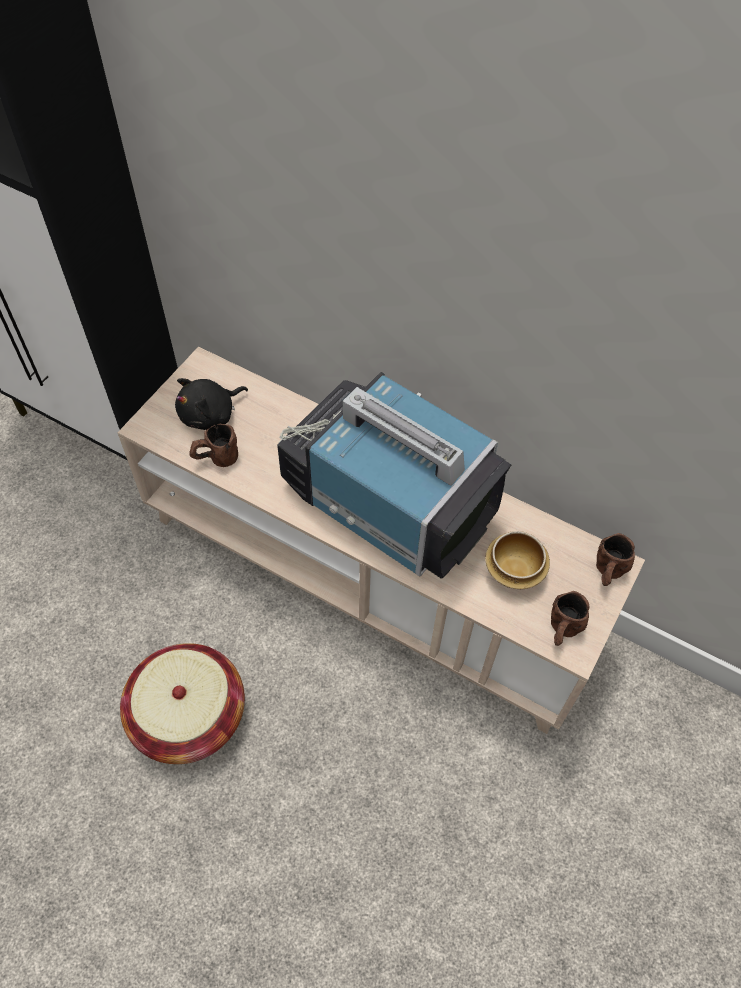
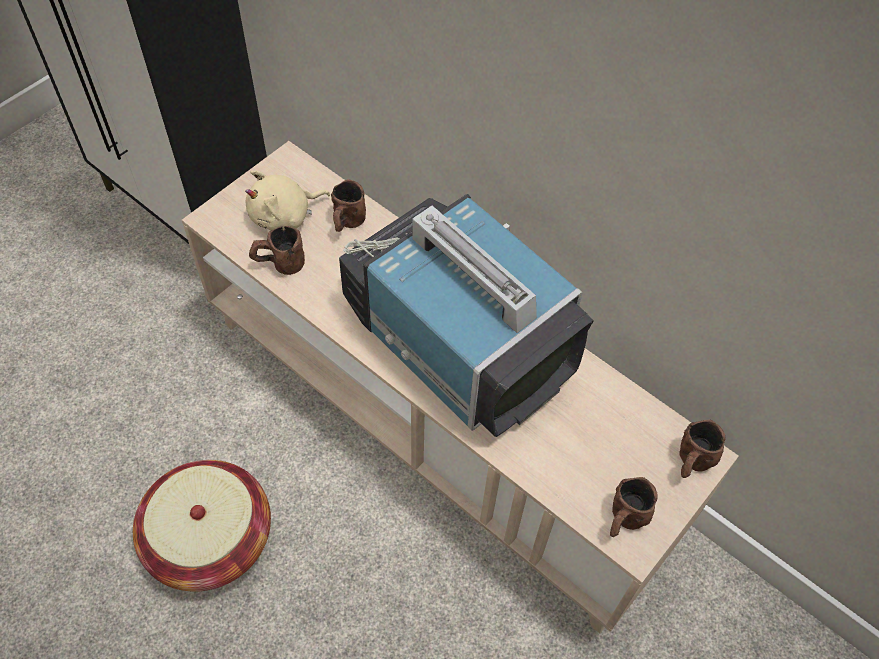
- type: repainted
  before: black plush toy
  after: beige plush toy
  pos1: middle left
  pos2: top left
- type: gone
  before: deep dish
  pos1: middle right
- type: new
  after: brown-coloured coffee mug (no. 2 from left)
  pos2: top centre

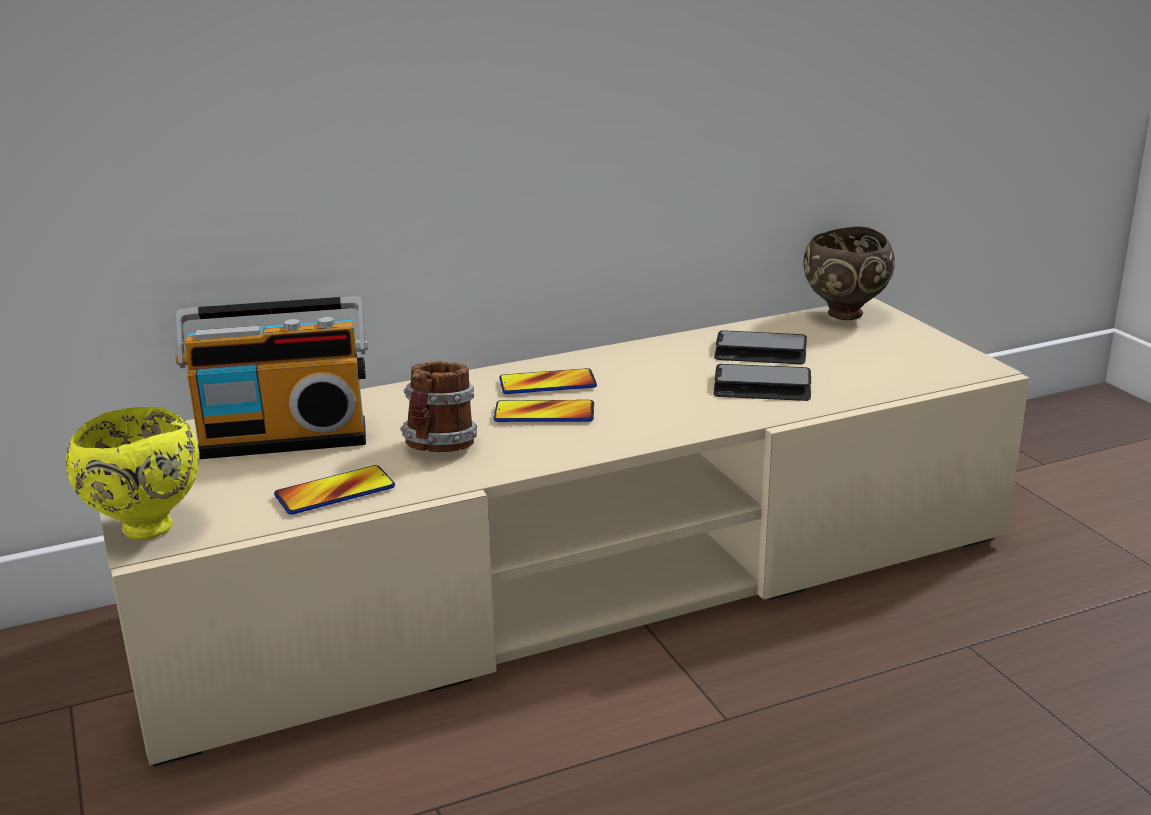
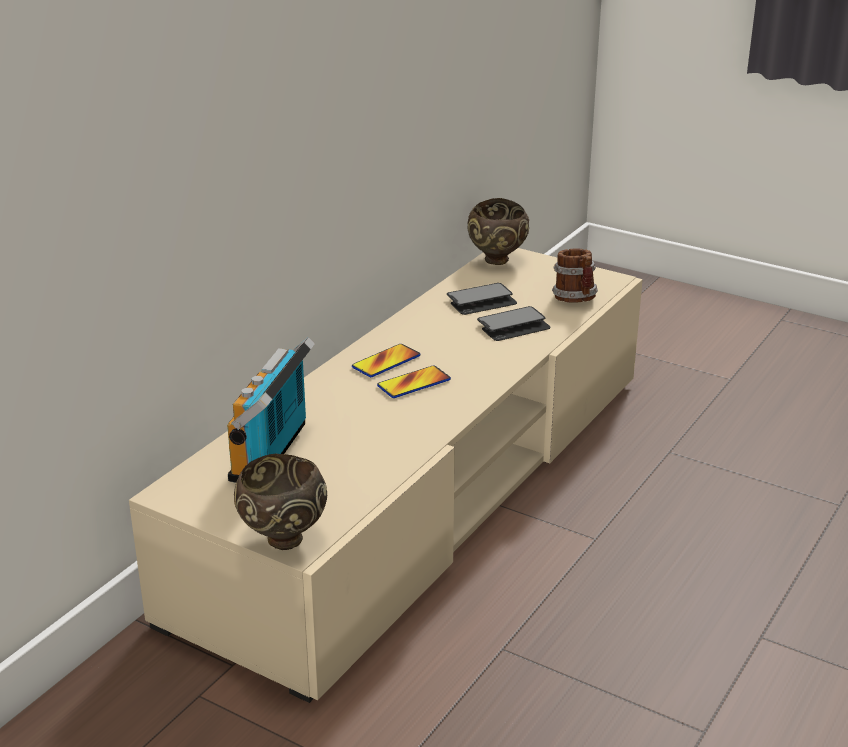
- type: rotated
  before: radio set
  pos1: middle left
  pos2: middle left
  turn: 150
- type: shifted
  before: coffee mug
  pos1: centre
  pos2: middle right
- type: repainted
  before: yellow deep dish
  after: brown-coloured deep dish (no. 1 from left)
  pos1: middle left
  pos2: bottom left
- type: gone
  before: phone (no. 1 from left)
  pos1: middle left

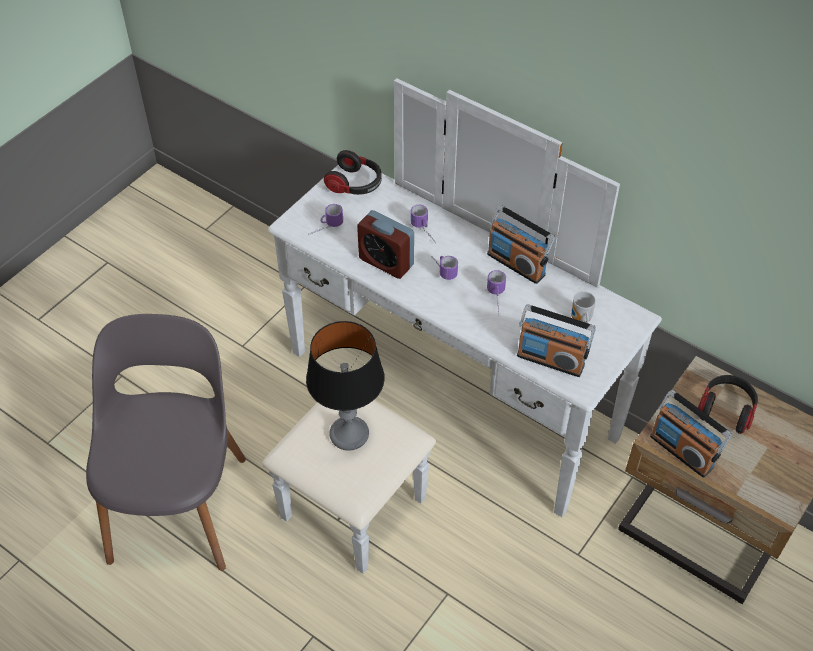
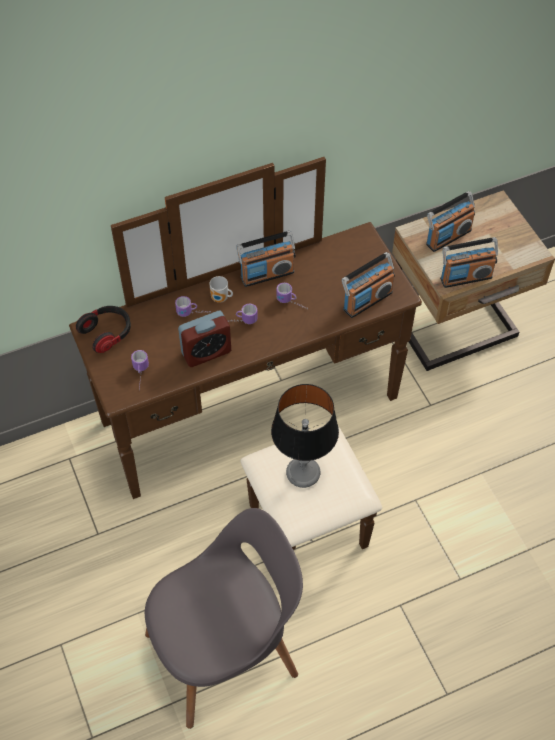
- type: repainted
  before: whitish drawer chest
  after: brown-coloured drawer chest
  pos1: centre
  pos2: centre
- type: shifted
  before: coffee mug (no. 5 from left in the first image)
  after: coffee mug (no. 3 from left)
  pos1: middle right
  pos2: centre
- type: rotated
  before: greyish plain chair
  pos1: bottom left
  pos2: bottom centre
  turn: 120
- type: swapped
  before: headphones (no. 2 from left)
  after: radio set (no. 3 from left)
  pos1: middle right
  pos2: top right

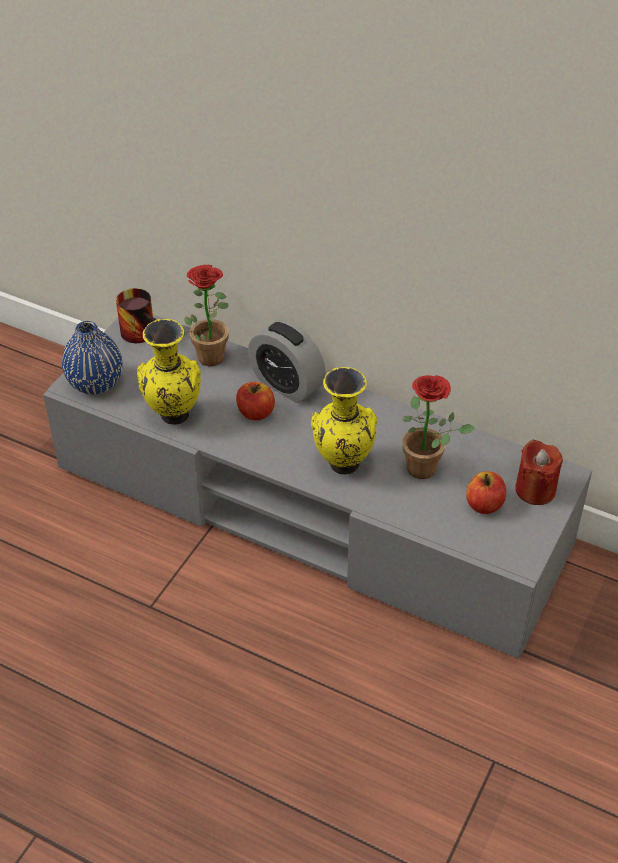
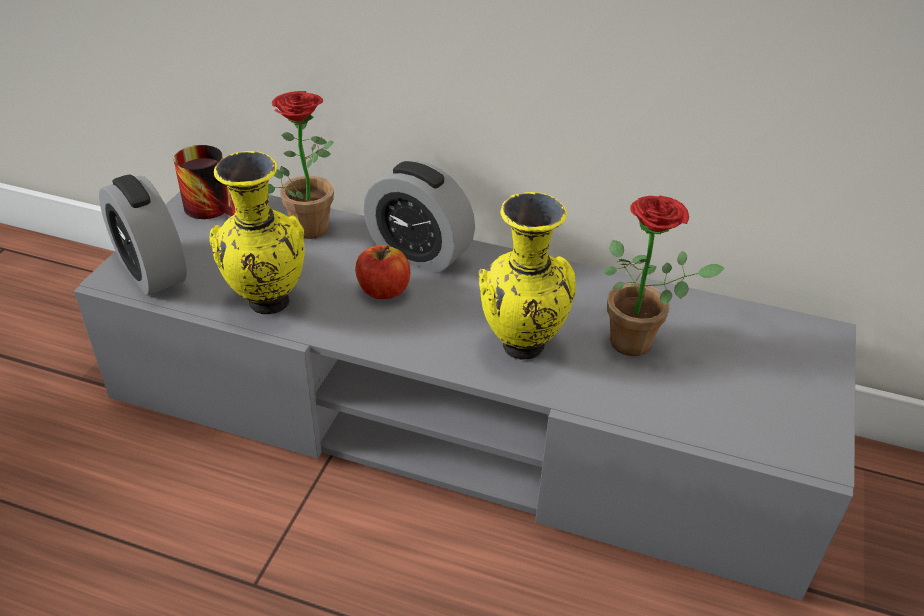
- type: swapped
  before: blue decorative vase
  after: bedside clock (no. 1 from left)
  pos1: middle left
  pos2: middle left
- type: gone
  before: reddish candle
  pos1: middle right
- type: gone
  before: whole apple (no. 2 from left)
  pos1: middle right

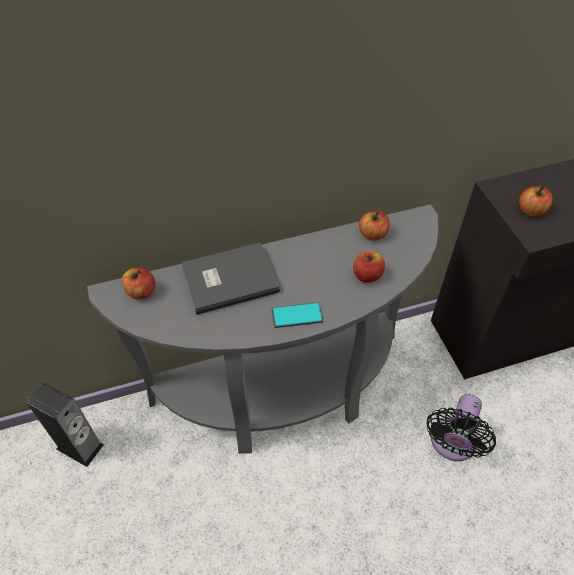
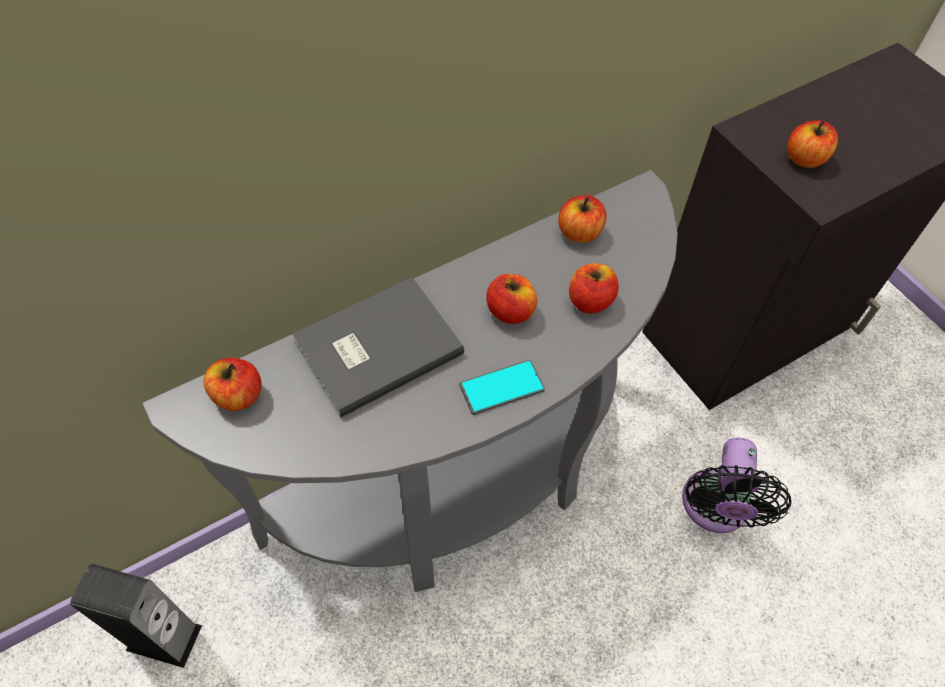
- type: new
  after: whole apple (no. 2 from left)
  pos2: centre

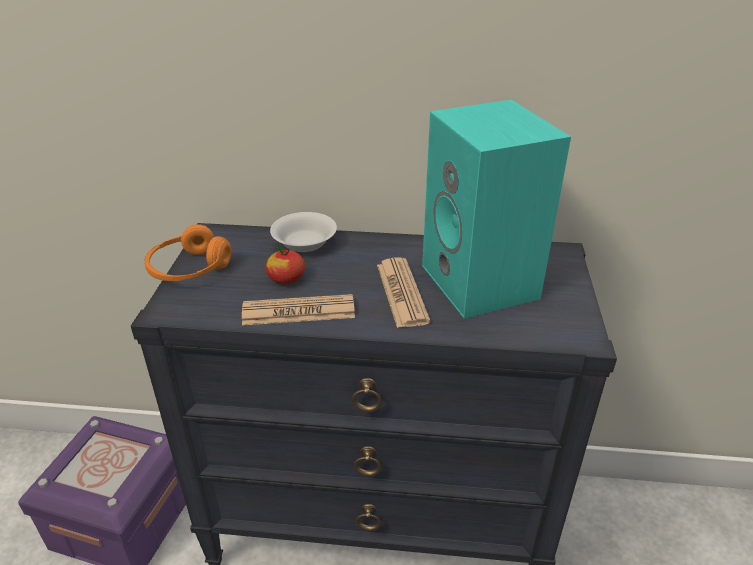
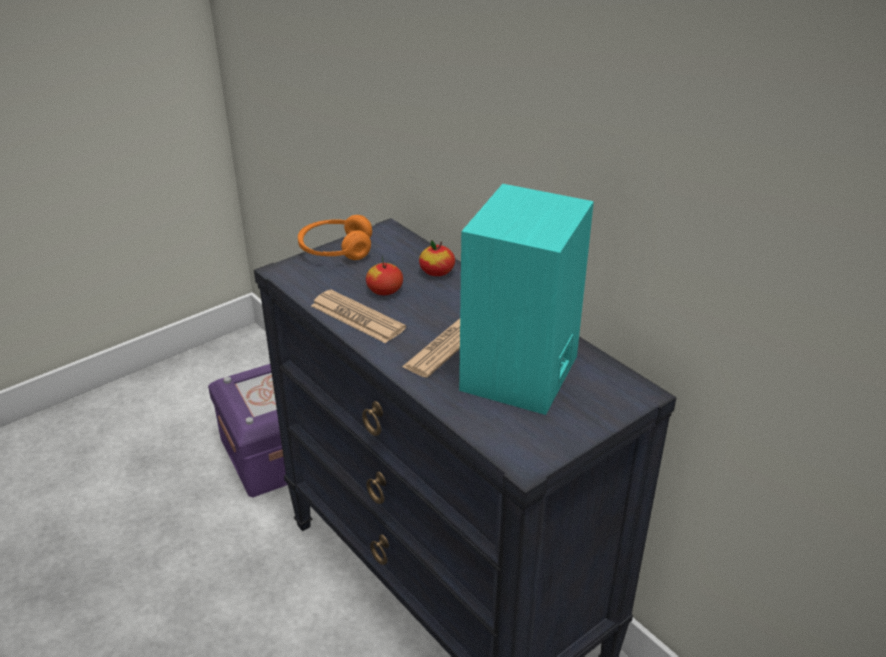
- type: swapped
  before: whitish deep dish
  after: whole apple (no. 2 from left)
  pos1: centre
  pos2: centre

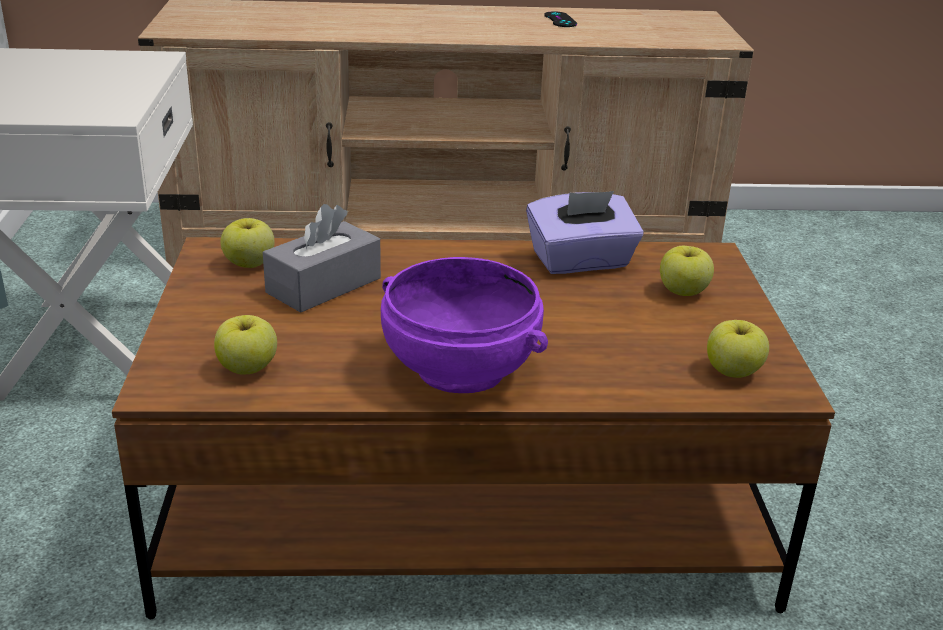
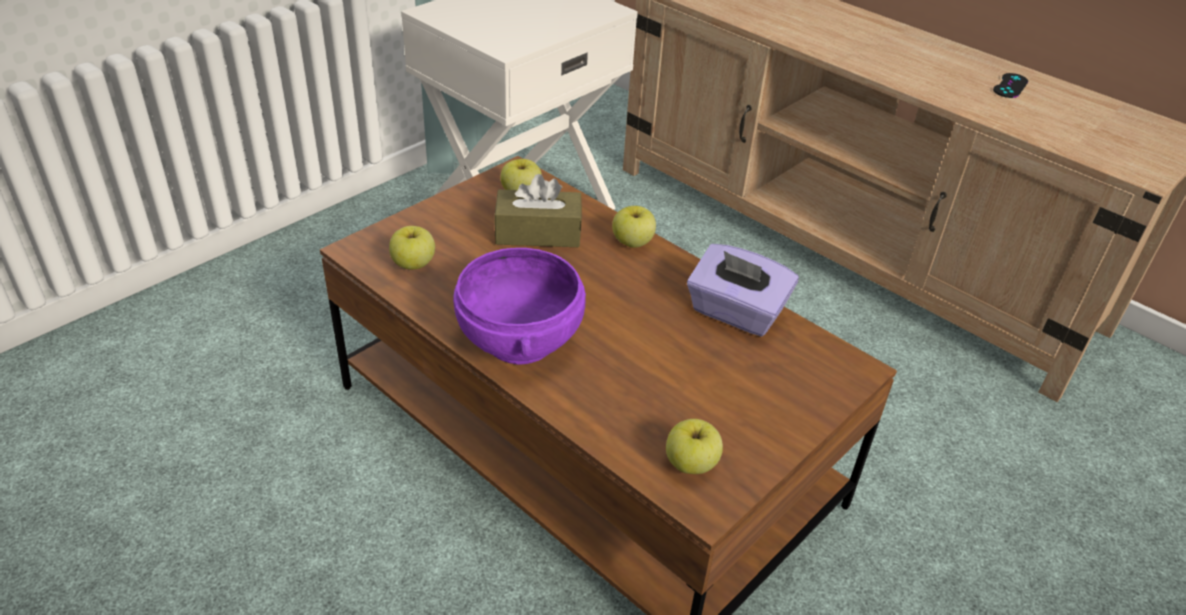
- type: repainted
  before: greyish box of tissues
  after: brown-coloured box of tissues
  pos1: centre
  pos2: centre
- type: shifted
  before: whole apple (no. 3 from left)
  pos1: middle right
  pos2: centre

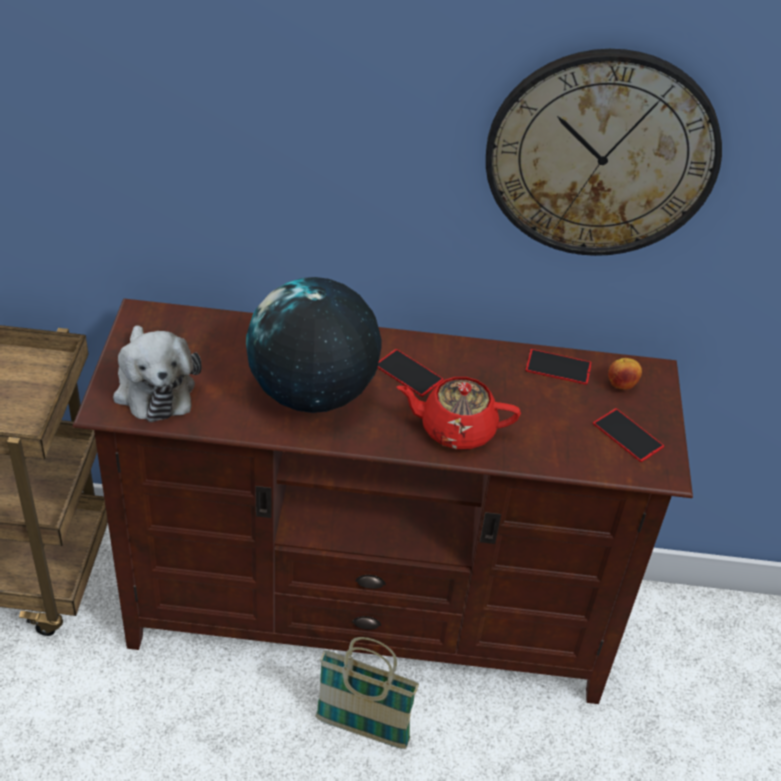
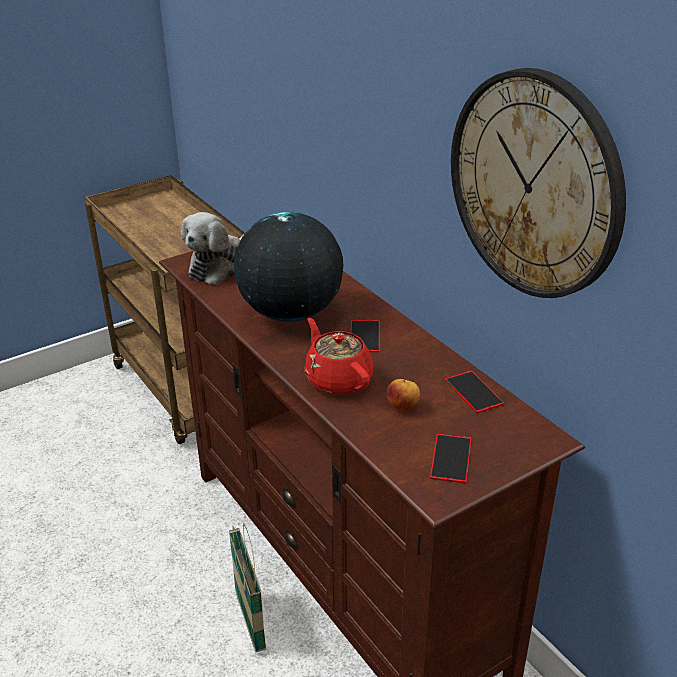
- type: shifted
  before: whole apple
  pos1: middle right
  pos2: centre

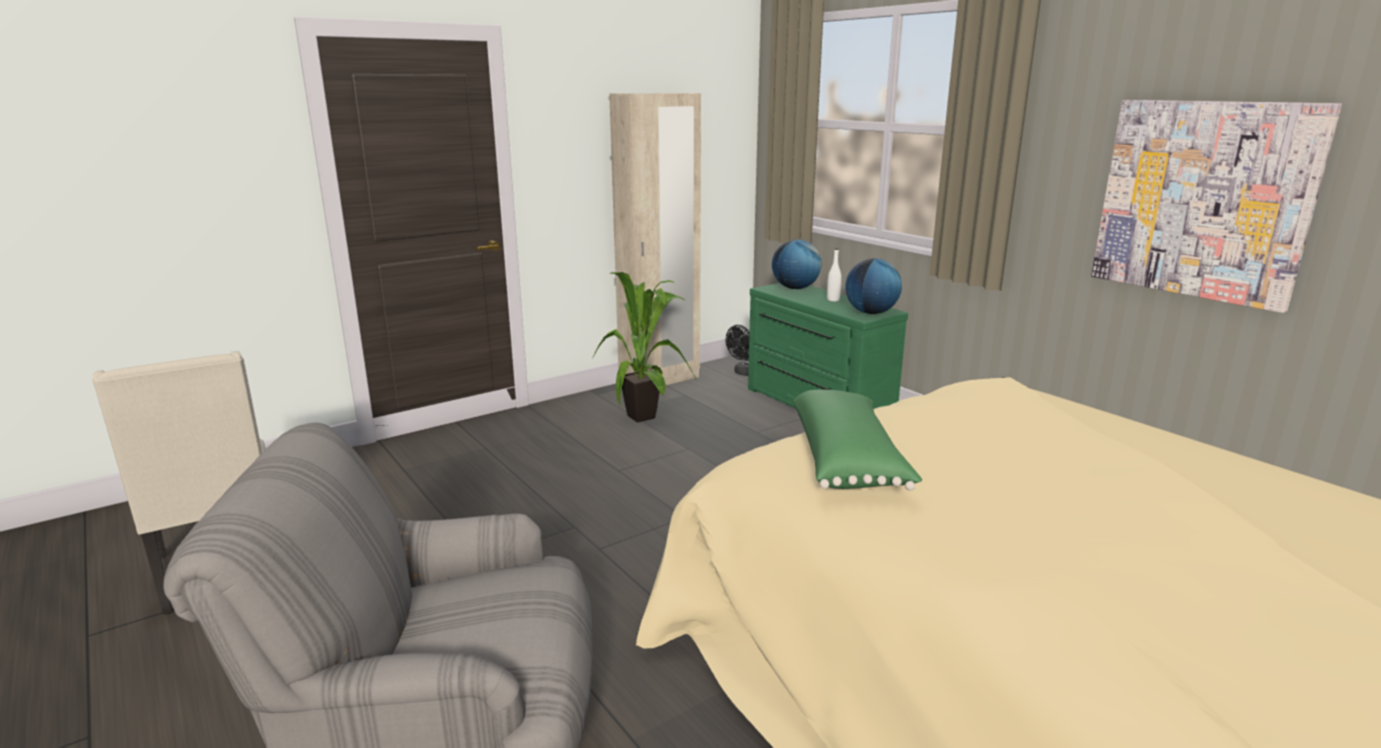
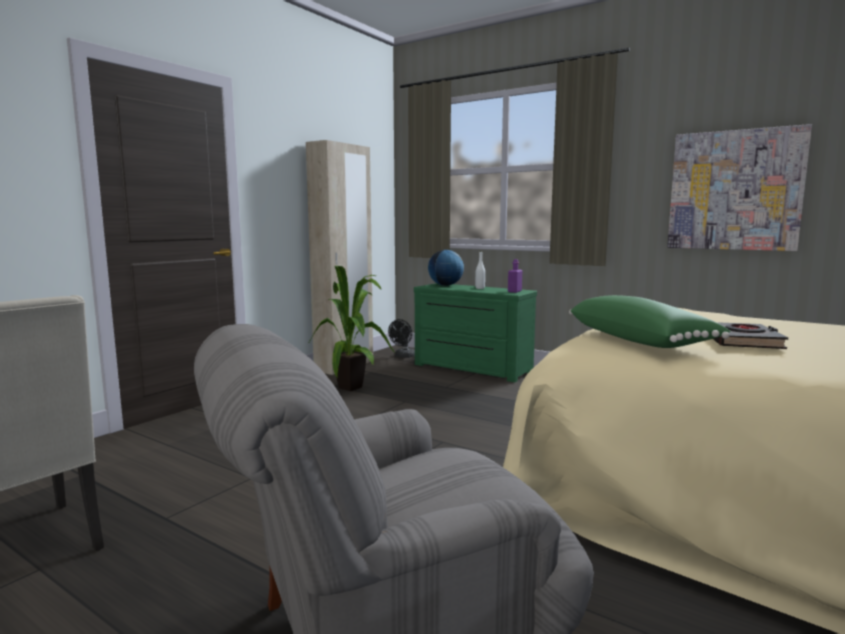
- type: swapped
  before: globe (no. 2 from left)
  after: purple bottle
  pos1: centre
  pos2: centre
- type: new
  after: black volume
  pos2: middle right

